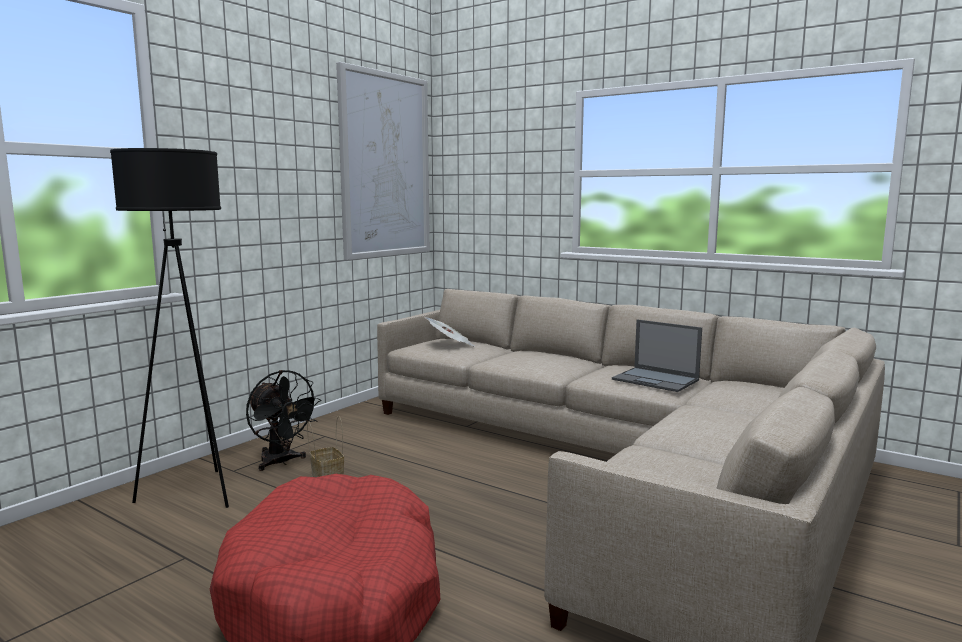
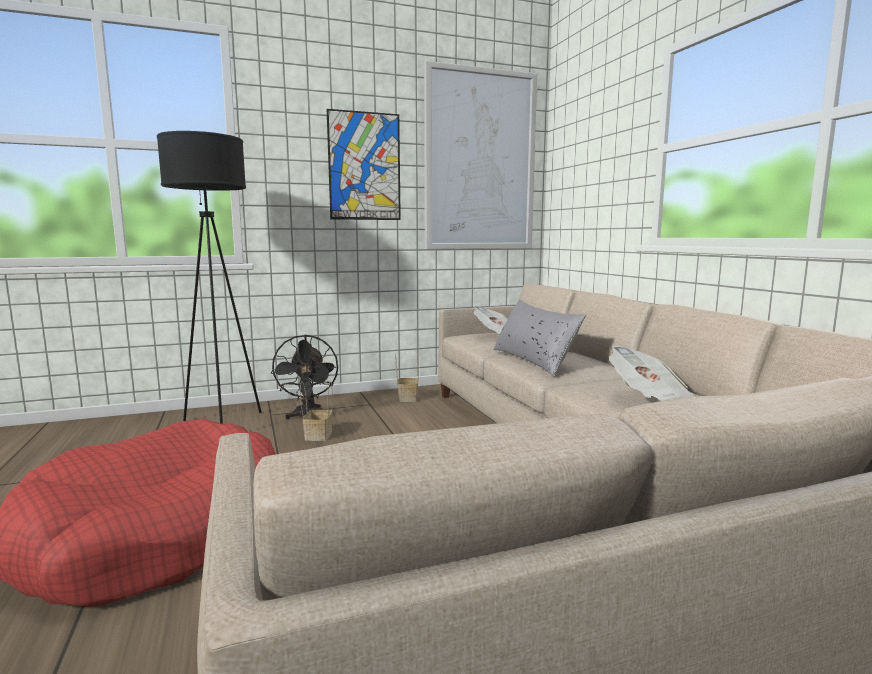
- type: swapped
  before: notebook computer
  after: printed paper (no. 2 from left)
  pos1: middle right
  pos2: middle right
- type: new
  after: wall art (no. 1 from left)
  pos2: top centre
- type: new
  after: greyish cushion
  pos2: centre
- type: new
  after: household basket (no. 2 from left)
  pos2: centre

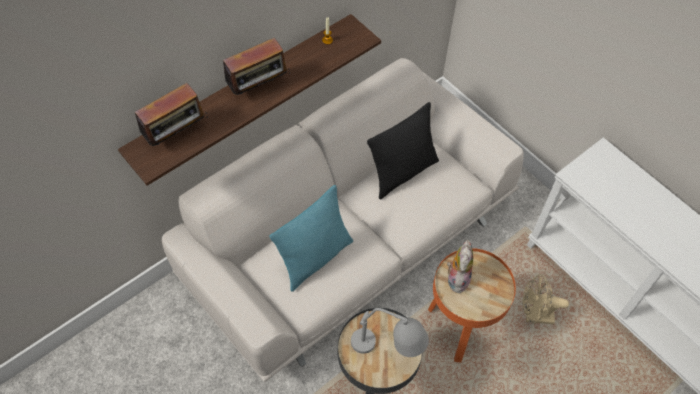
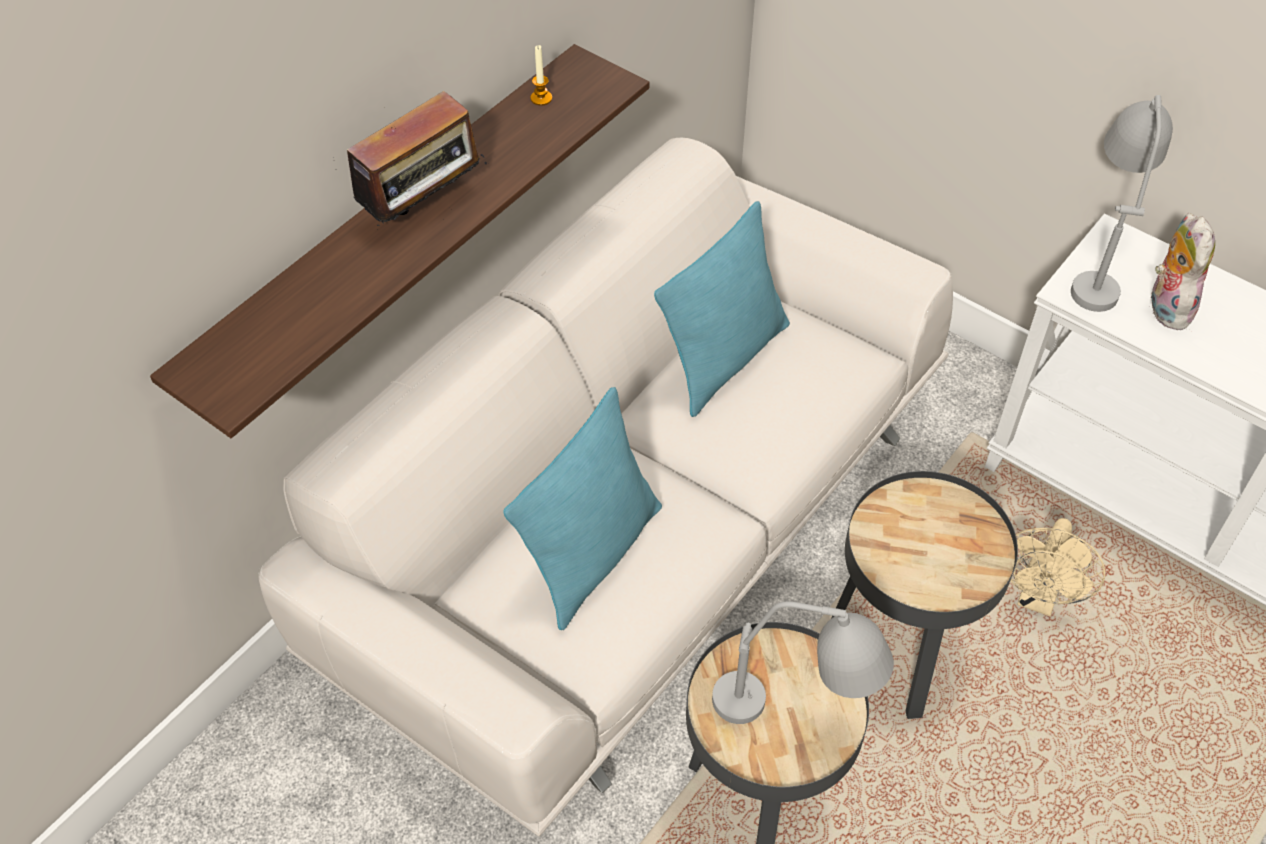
- type: gone
  before: radio set (no. 1 from left)
  pos1: top left
- type: repainted
  before: black cushion
  after: turquoise-coloured cushion (no. 2 from left)
  pos1: centre
  pos2: centre
- type: shifted
  before: plush toy
  pos1: bottom centre
  pos2: top right
- type: repainted
  before: orangey side table
  after: black side table (no. 2 from left)
  pos1: bottom right
  pos2: bottom right
- type: rotated
  before: beige electric fan
  pos1: bottom right
  pos2: bottom right
  turn: -60
- type: new
  after: greyish tabletop lamp (no. 2 from left)
  pos2: top right

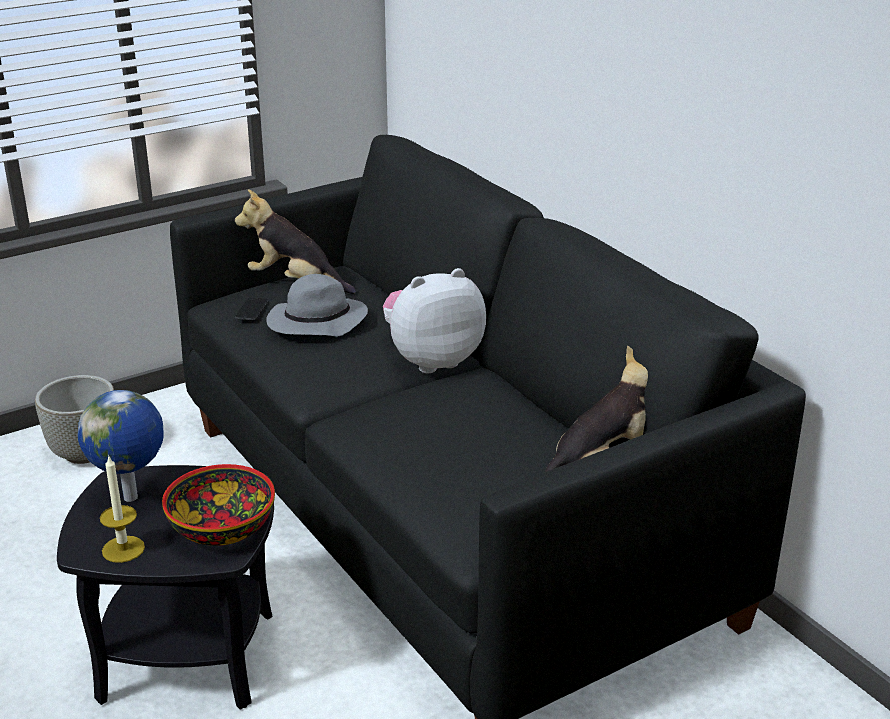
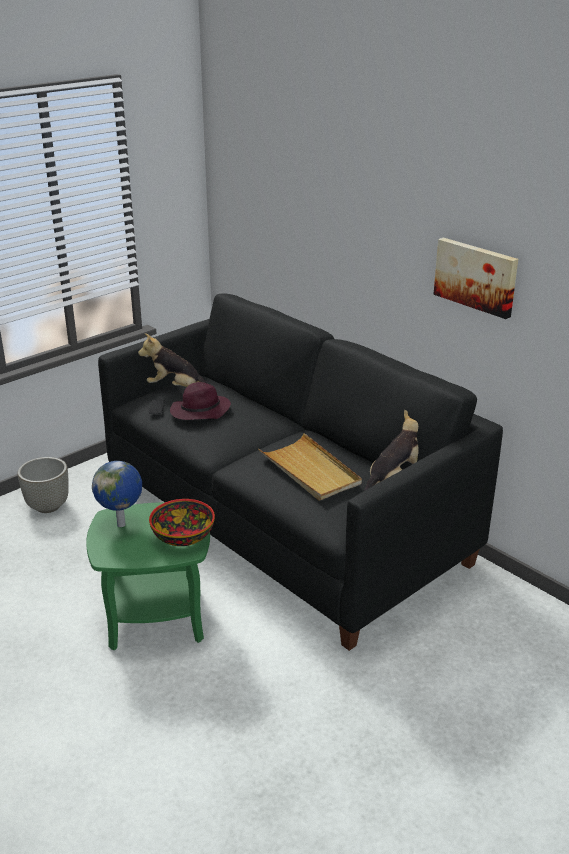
- type: gone
  before: plush toy (no. 2 from left)
  pos1: centre
- type: repainted
  before: greyish hat
  after: purple hat
  pos1: centre
  pos2: centre
- type: gone
  before: candle
  pos1: bottom left
- type: repainted
  before: black side table
  after: green side table
  pos1: bottom left
  pos2: bottom left
- type: new
  after: wall art
  pos2: top right
- type: new
  after: beige carrying tray
  pos2: centre

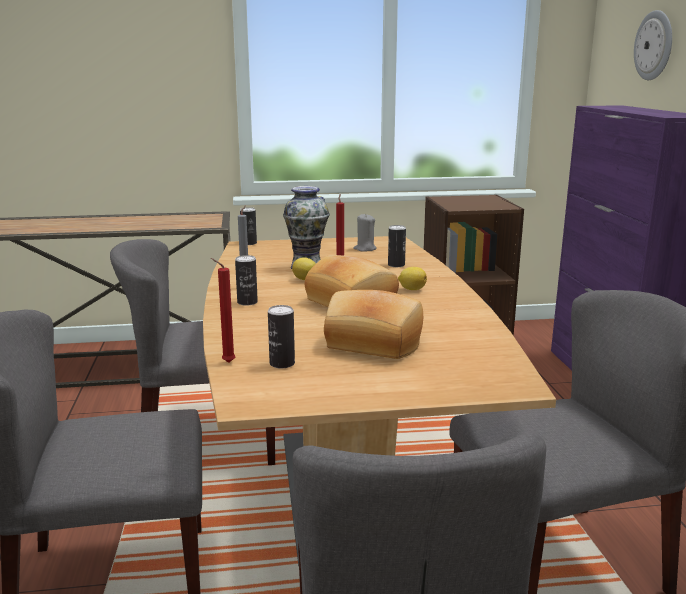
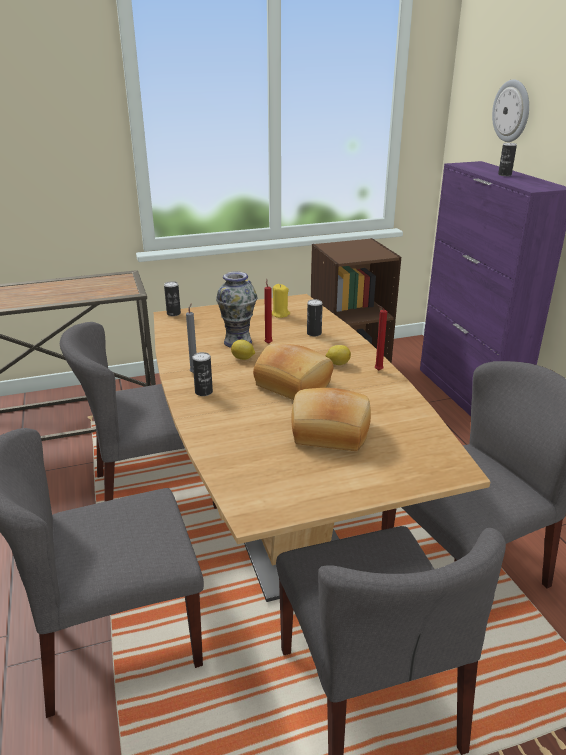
- type: repainted
  before: greyish candle (no. 2 from left)
  after: yellow candle
  pos1: centre
  pos2: centre
- type: shifted
  before: reddish candle (no. 1 from left in the first image)
  after: reddish candle (no. 2 from left)
  pos1: middle left
  pos2: middle right
- type: shifted
  before: metal can (no. 3 from left in the first image)
  after: metal can (no. 4 from left)
  pos1: centre
  pos2: top right

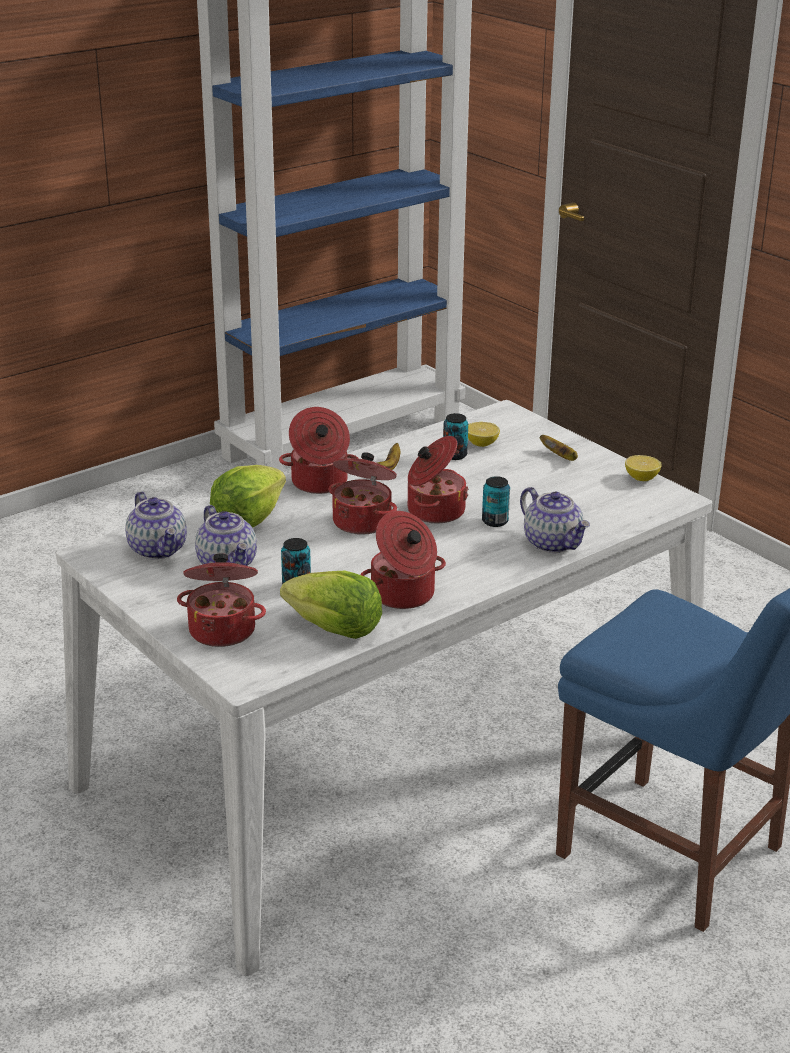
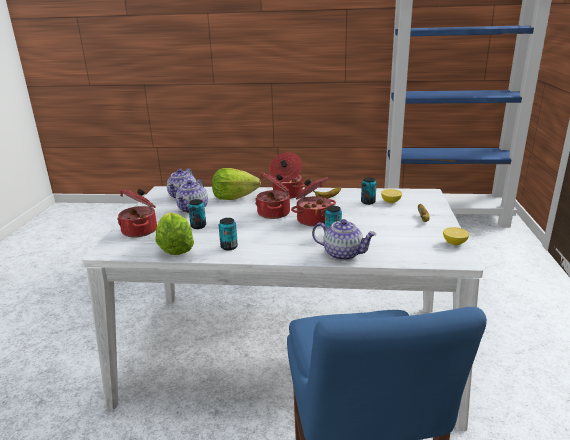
- type: rotated
  before: tea pot (no. 3 from left)
  pos1: middle right
  pos2: centre
  turn: -75
- type: swapped
  before: cooking pot (no. 4 from left)
  after: metal can (no. 2 from left)
  pos1: centre
  pos2: centre

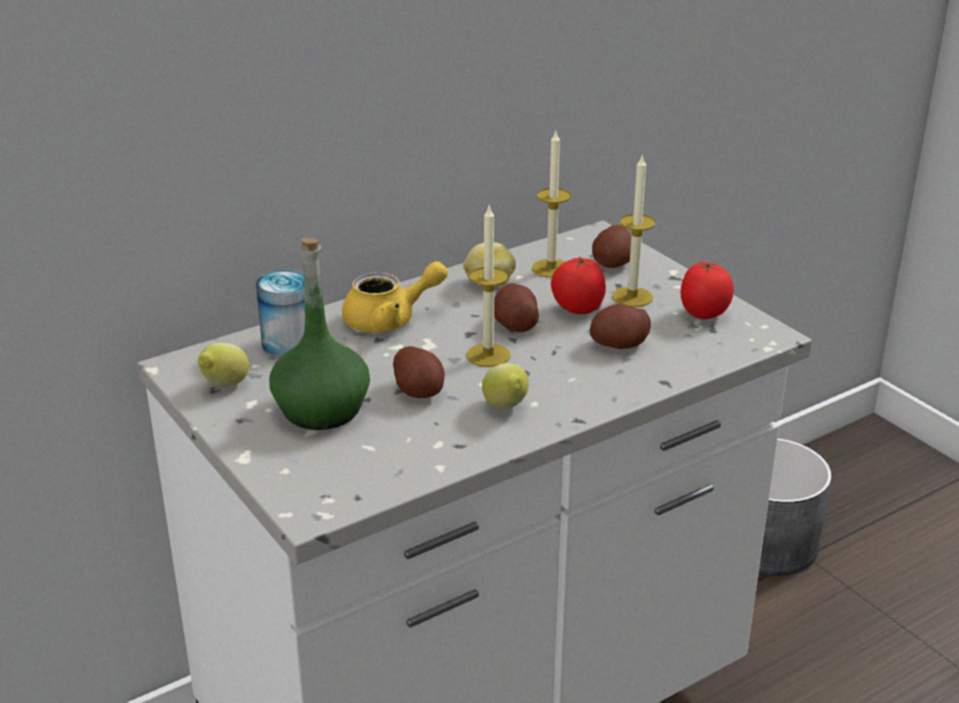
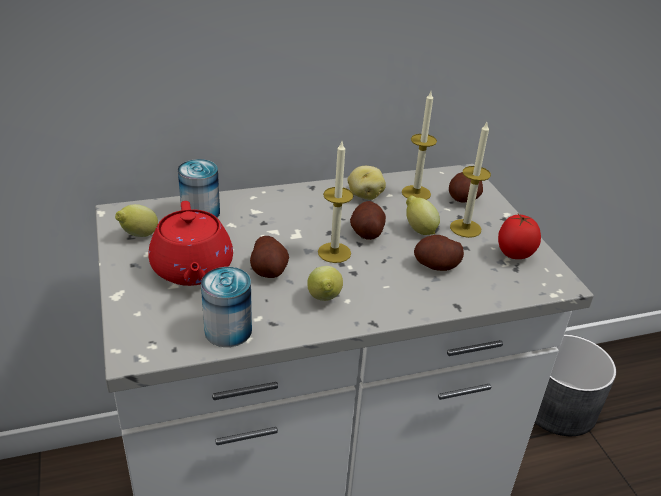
- type: swapped
  before: green bottle
  after: reddish tea pot
  pos1: middle left
  pos2: middle left
- type: swapped
  before: fresh tomato (no. 1 from left)
  after: whole lemon (no. 3 from left)
  pos1: centre
  pos2: centre
- type: gone
  before: yellow tea pot
  pos1: centre
- type: new
  after: metal can (no. 2 from left)
  pos2: centre

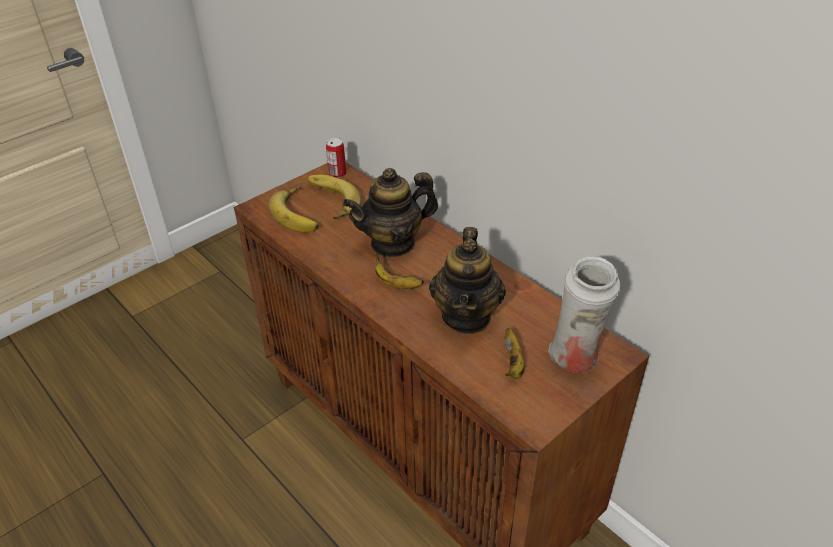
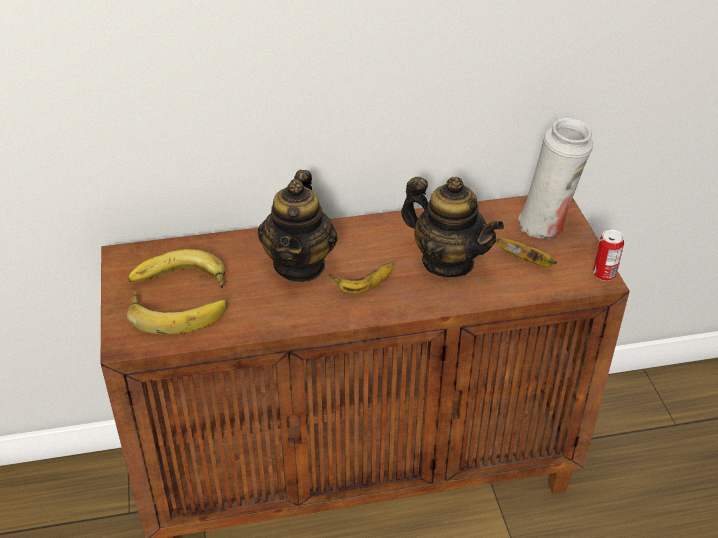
- type: shifted
  before: metal can
  pos1: top centre
  pos2: middle right

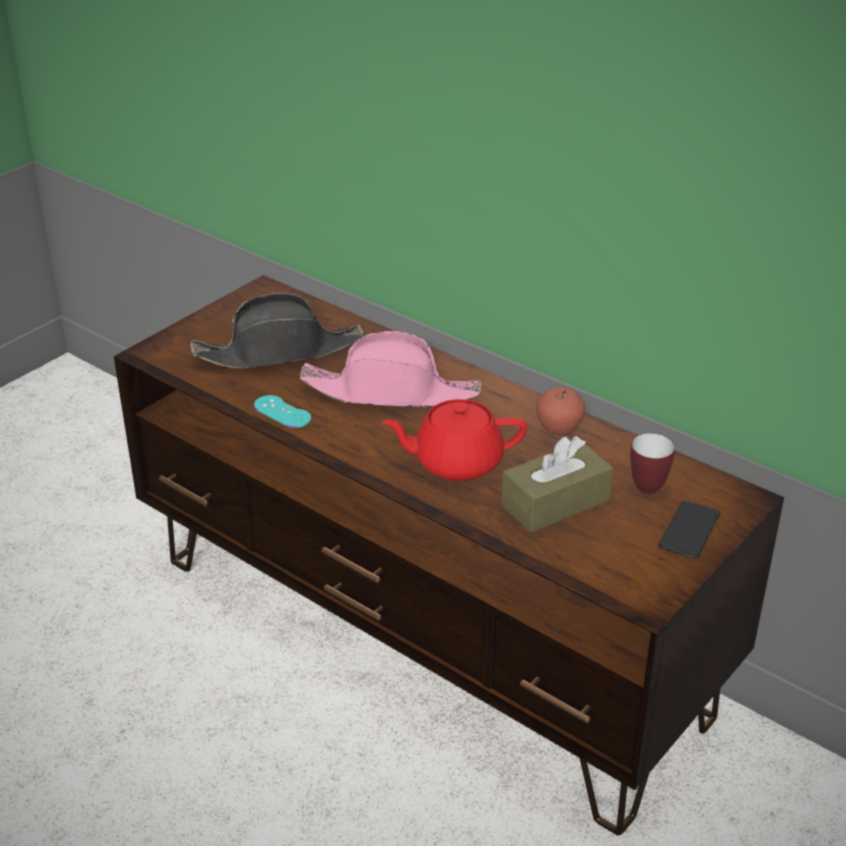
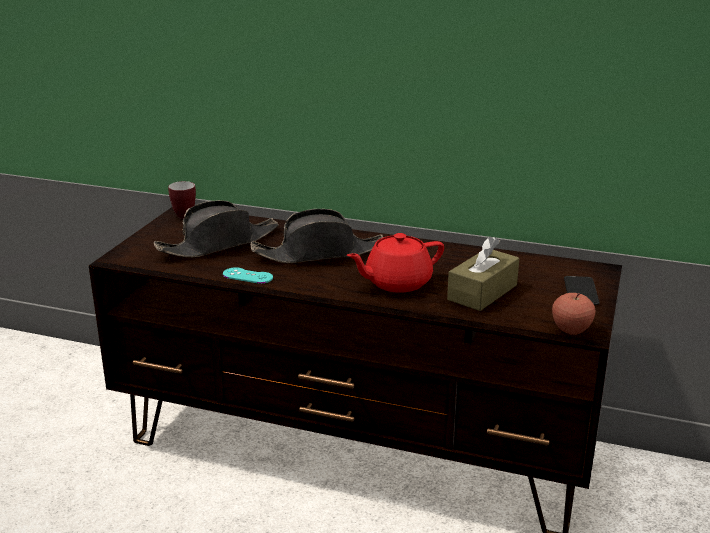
- type: repainted
  before: pink hat
  after: black hat (no. 2 from left)
  pos1: centre
  pos2: centre
- type: shifted
  before: whole apple
  pos1: centre
  pos2: middle right
- type: shifted
  before: coffee mug
  pos1: middle right
  pos2: middle left

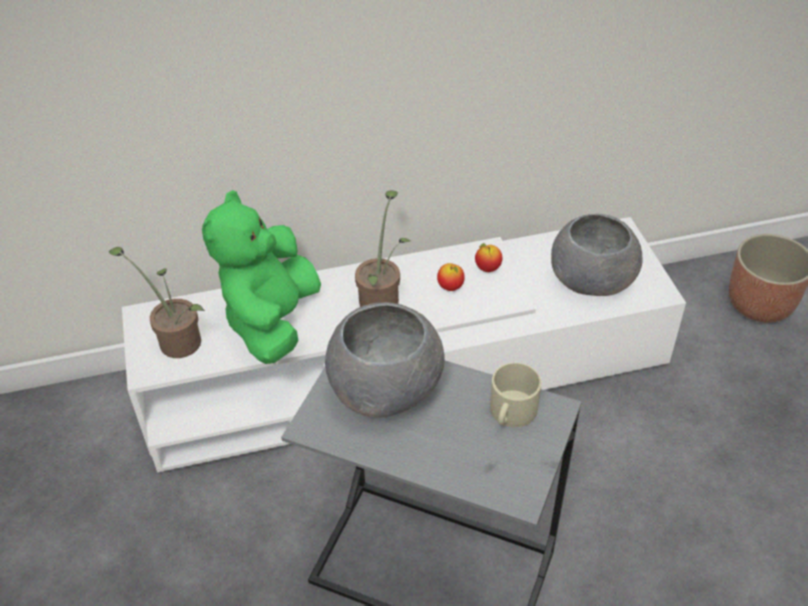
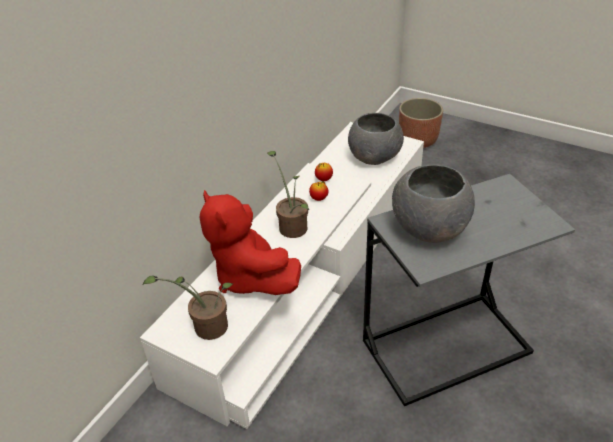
- type: repainted
  before: green plush toy
  after: reddish plush toy
  pos1: middle left
  pos2: centre
- type: gone
  before: beige coffee mug
  pos1: centre

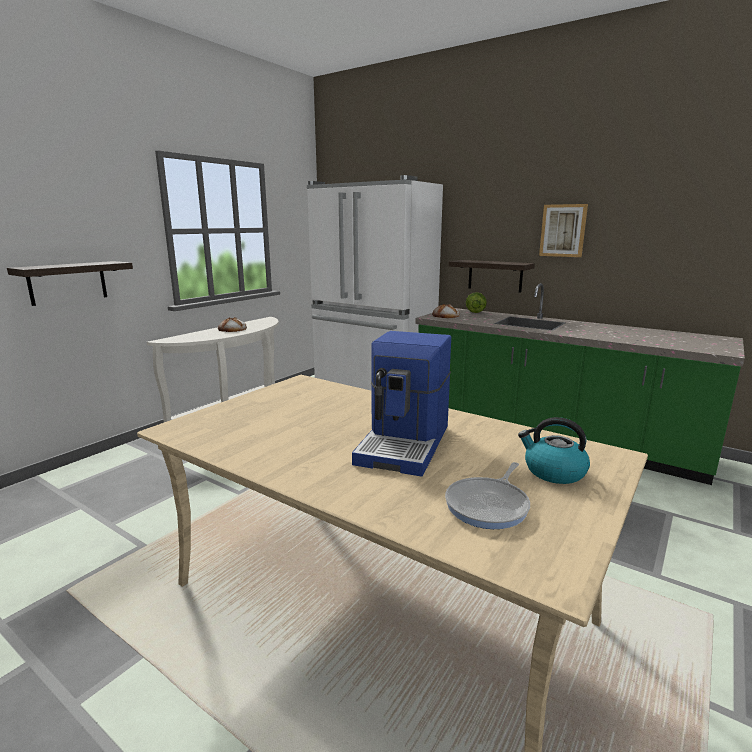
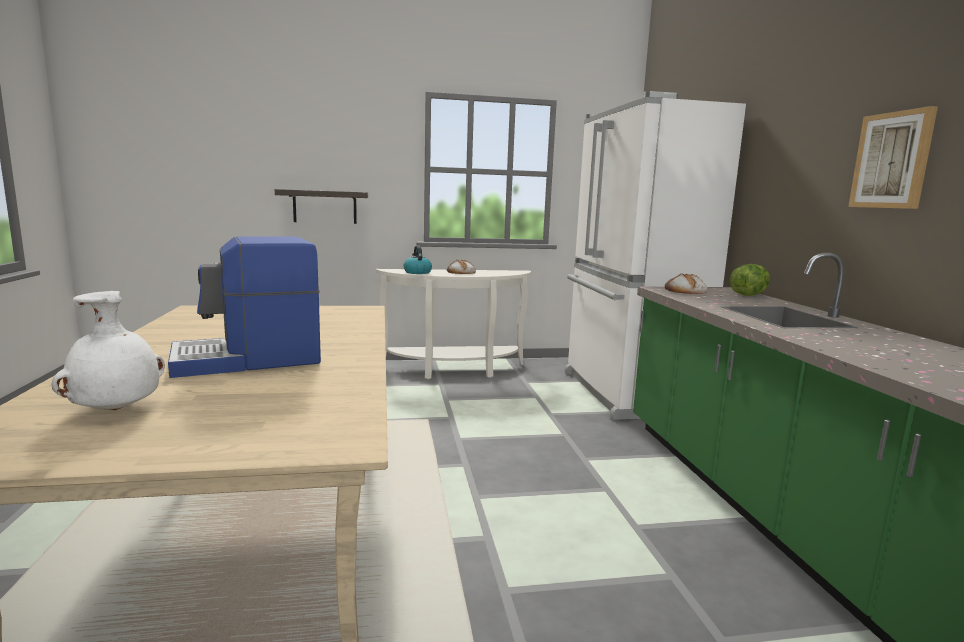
- type: gone
  before: bracket shelf (no. 2 from left)
  pos1: centre
- type: shifted
  before: tea kettle
  pos1: middle right
  pos2: centre
- type: swapped
  before: pan
  after: whitish decorative vase
  pos1: centre
  pos2: middle left

